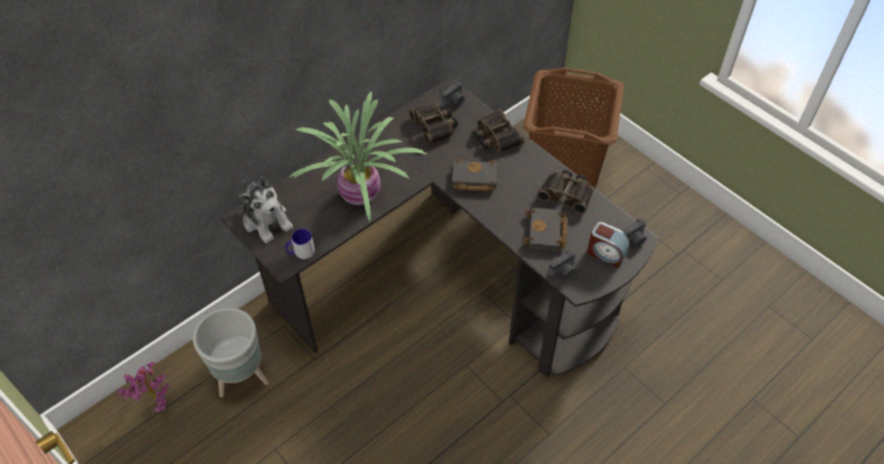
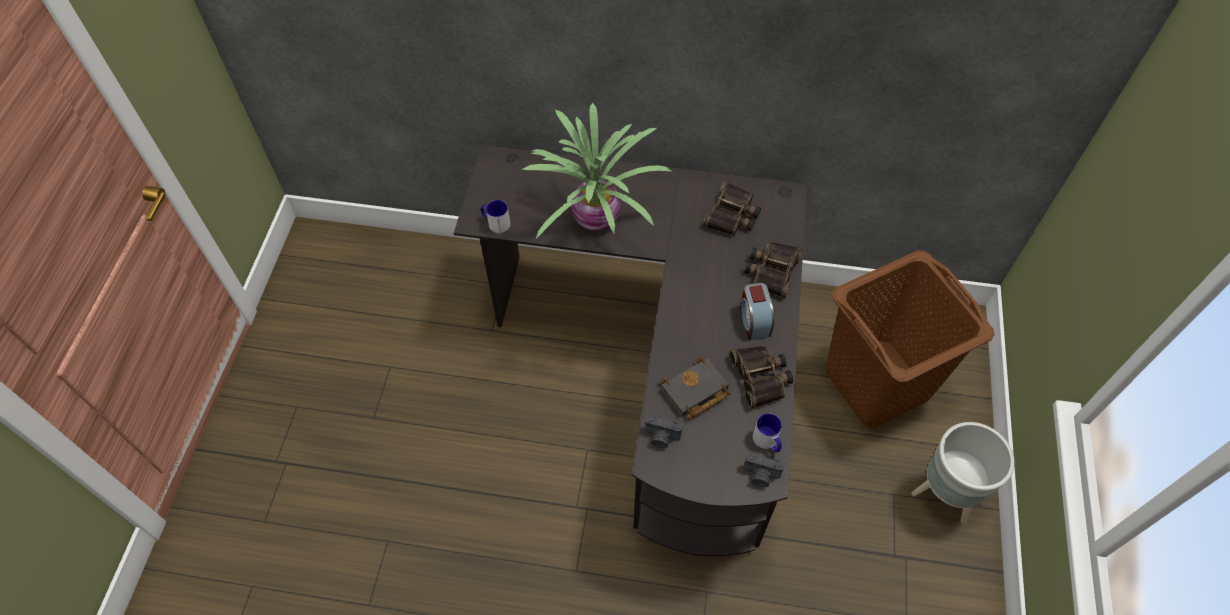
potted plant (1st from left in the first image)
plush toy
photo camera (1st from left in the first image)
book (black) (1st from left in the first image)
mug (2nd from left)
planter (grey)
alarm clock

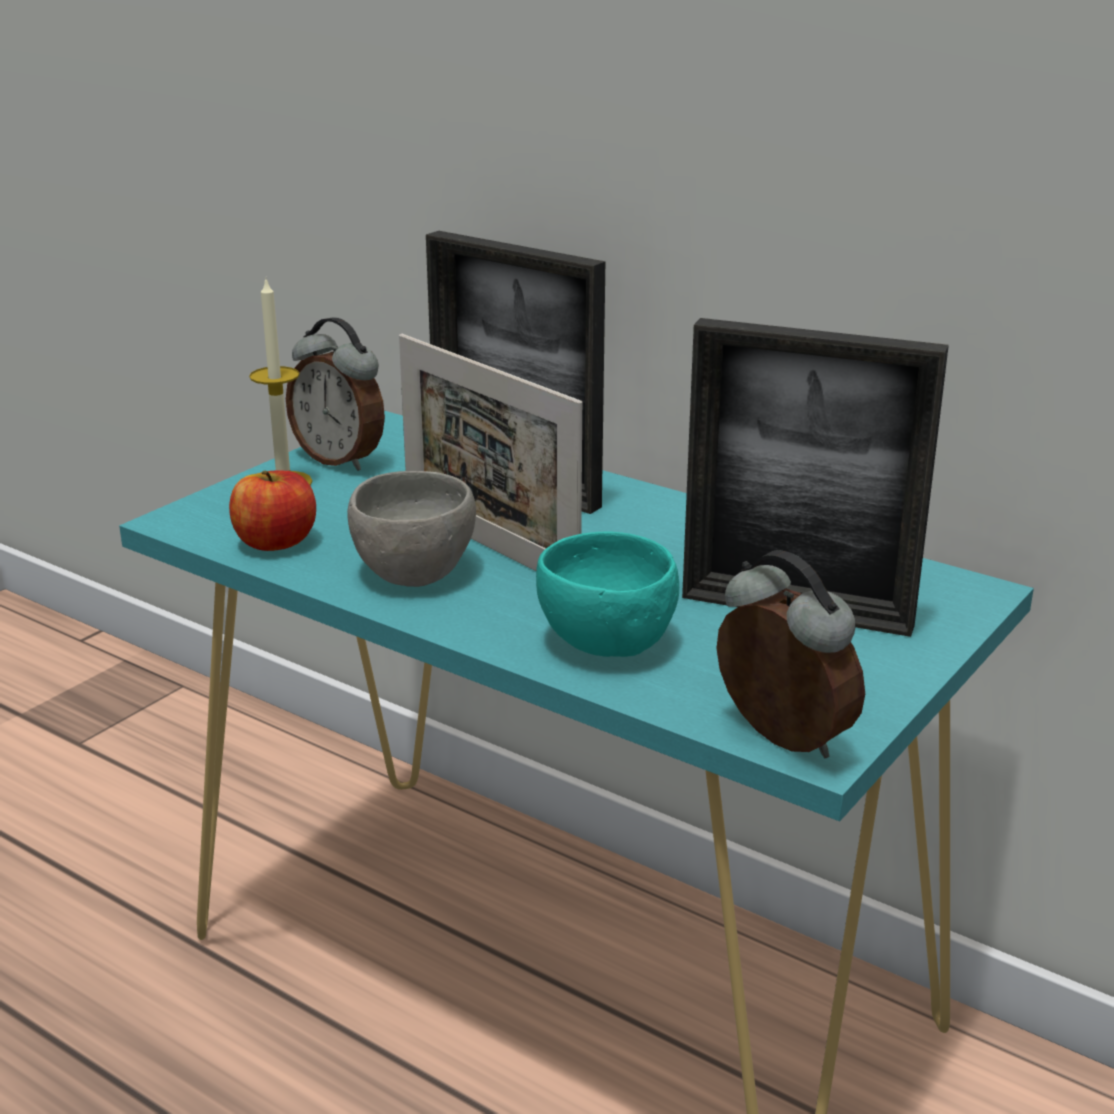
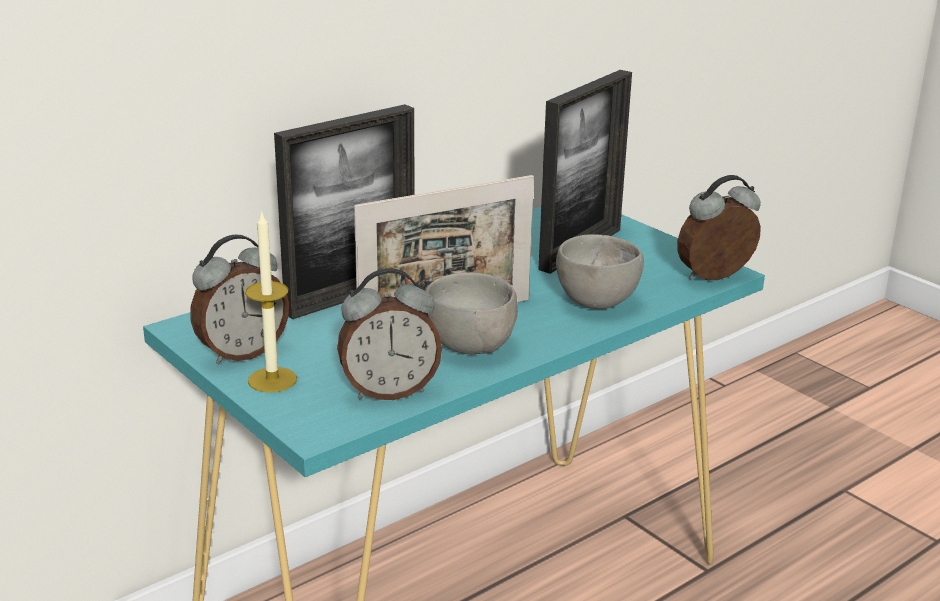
alarm clock (2nd from left)
bowl (grey) (2nd from left)

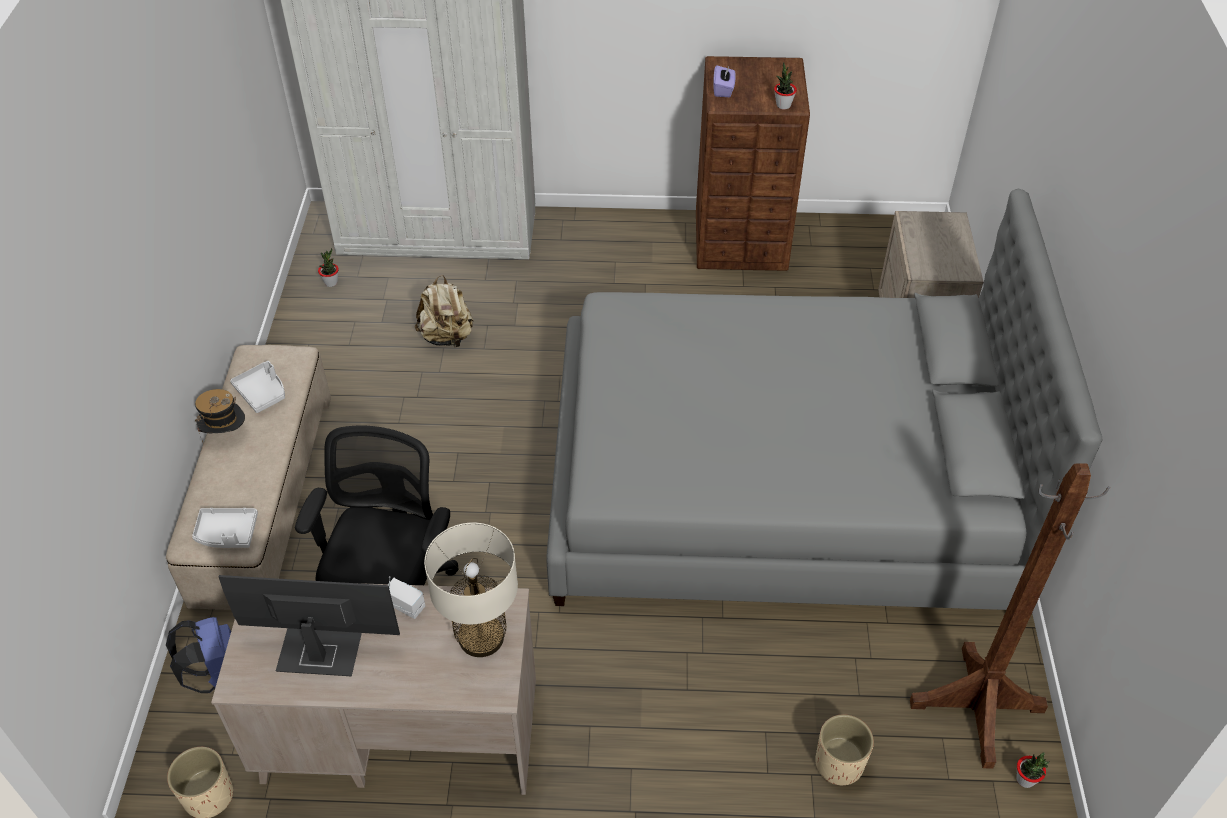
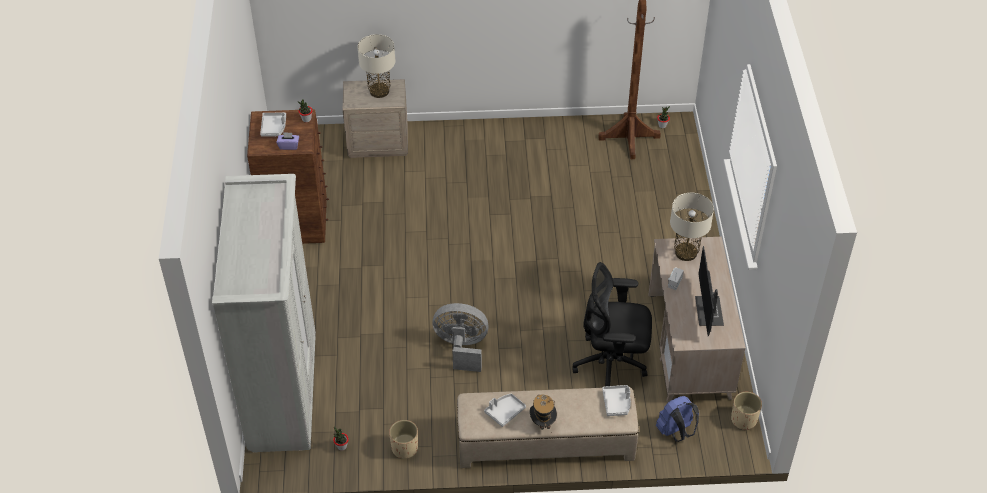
backpack (beige)
bed (grey)
tray (grey) (1st from left)
table lamp (1st from left)
fan (grey)
planter (beige) (1st from left)

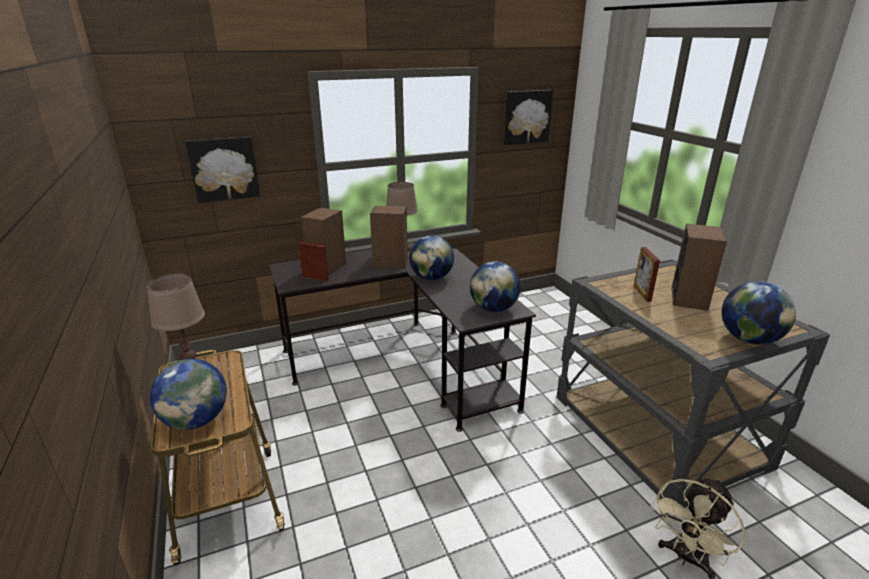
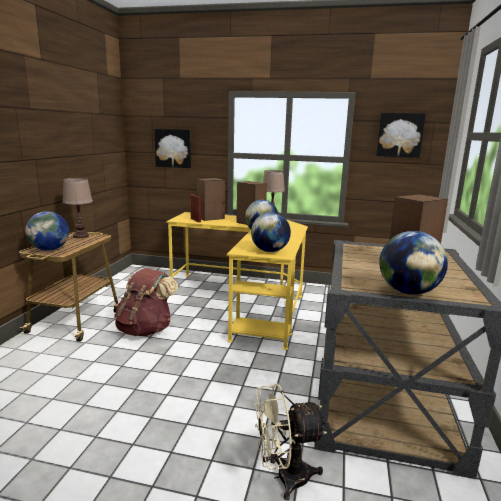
picture frame (2nd from left in the first image)
backpack (brown)
desk (yellow)

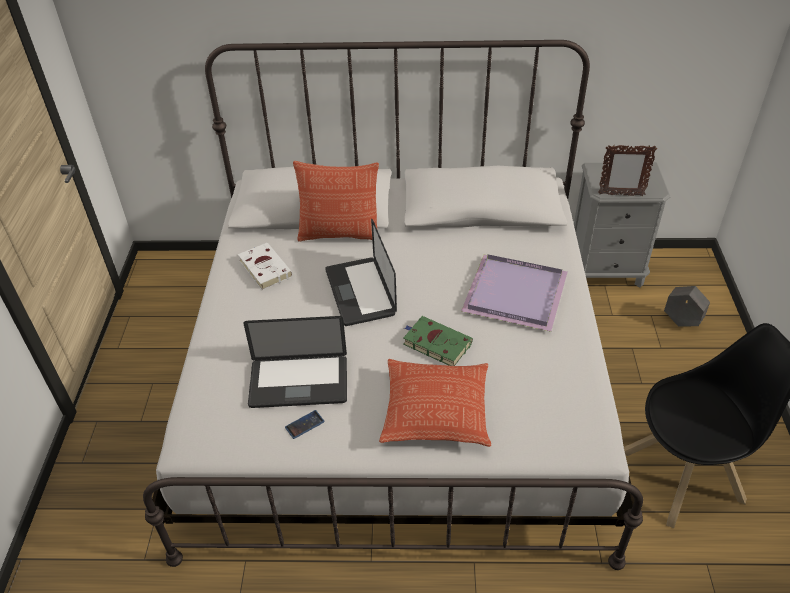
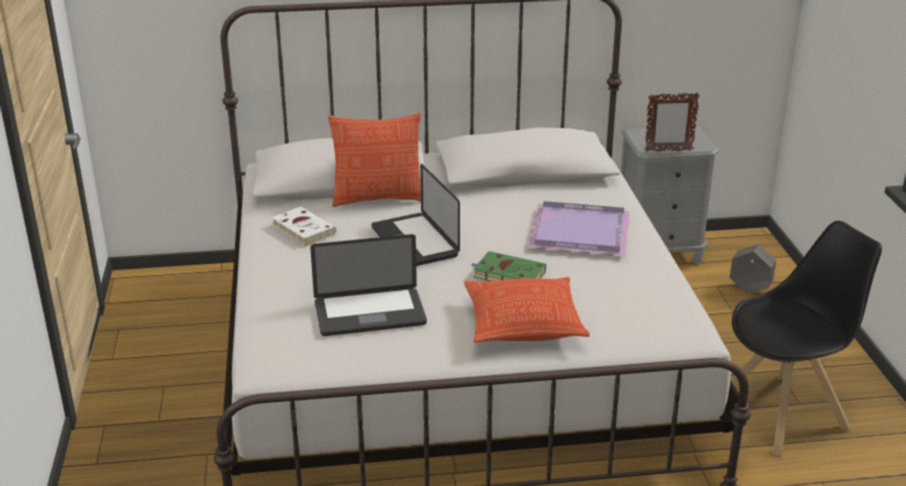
phone

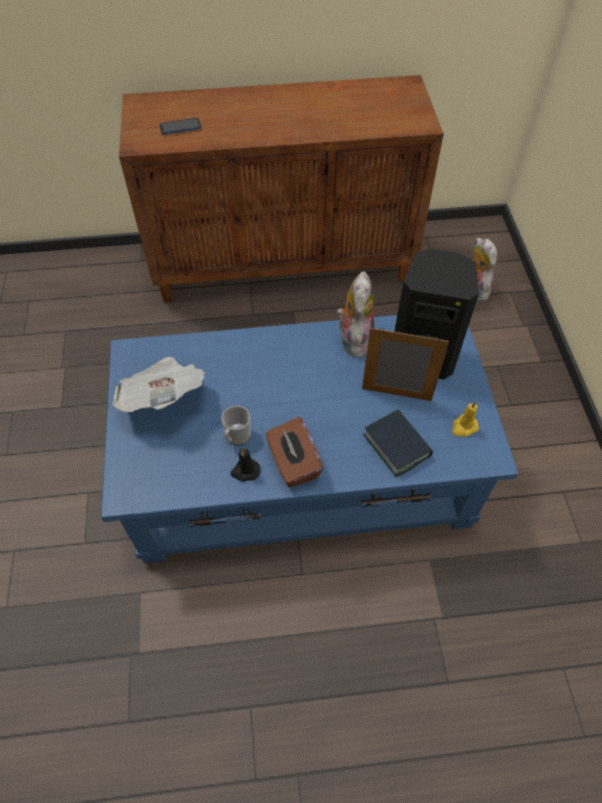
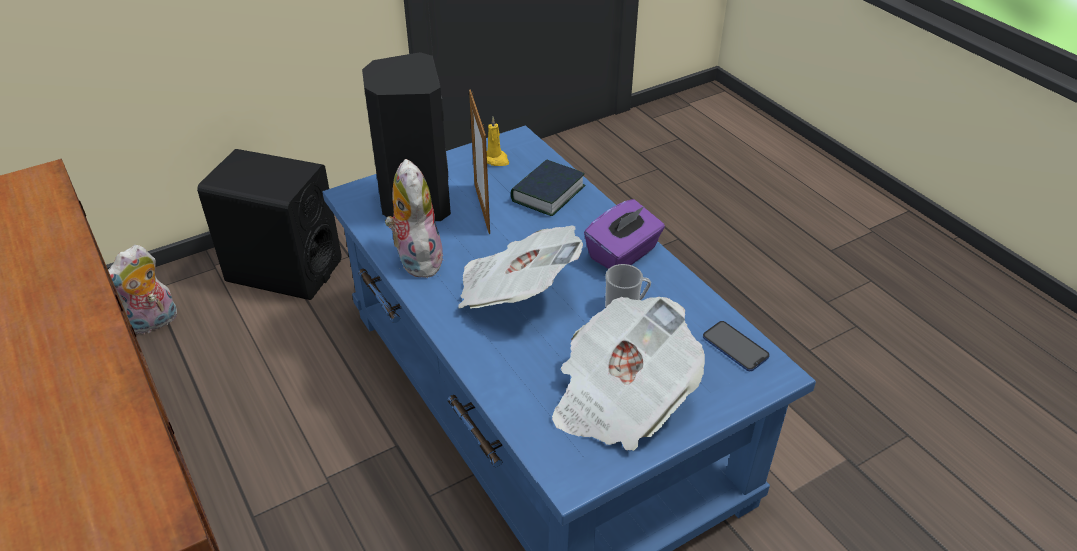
candle (black)
speaker (black) (1st from left)
newspaper (1st from left)
phone
tissue box (purple)
plush toy (2nd from left)

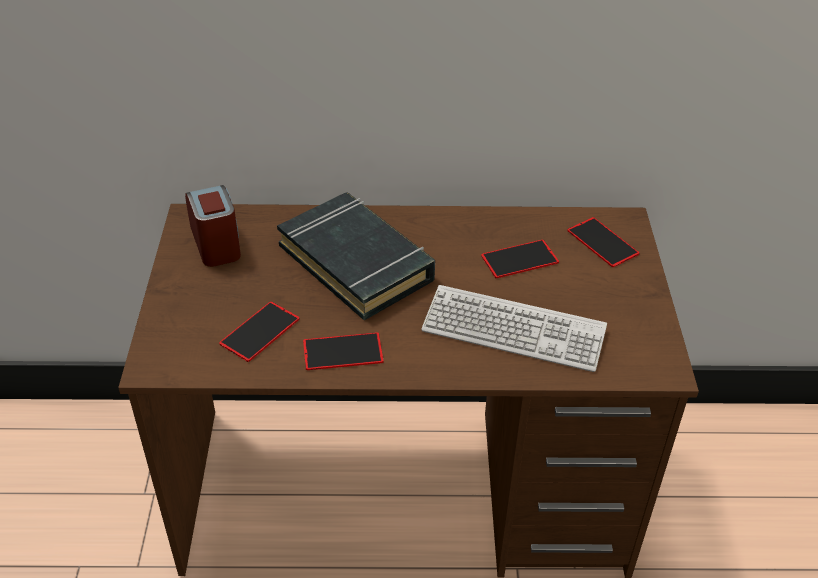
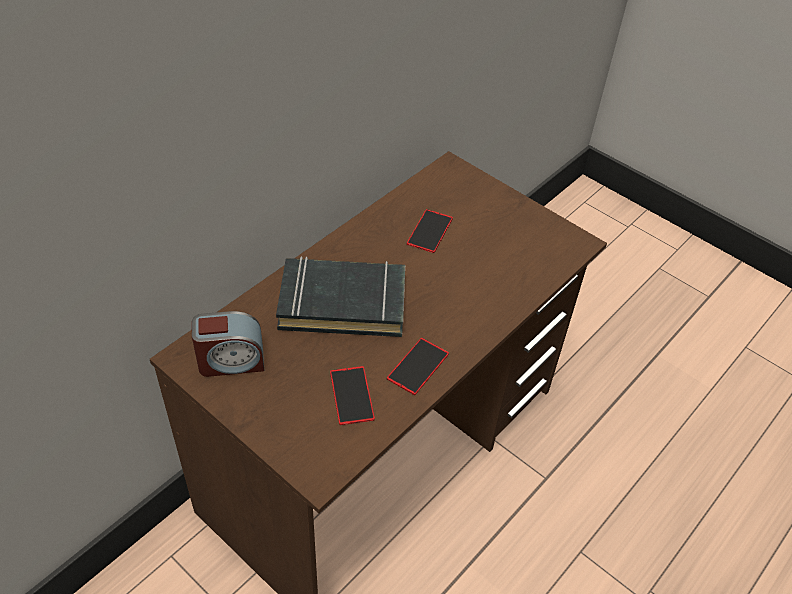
keyboard
phone (4th from left in the first image)
alarm clock

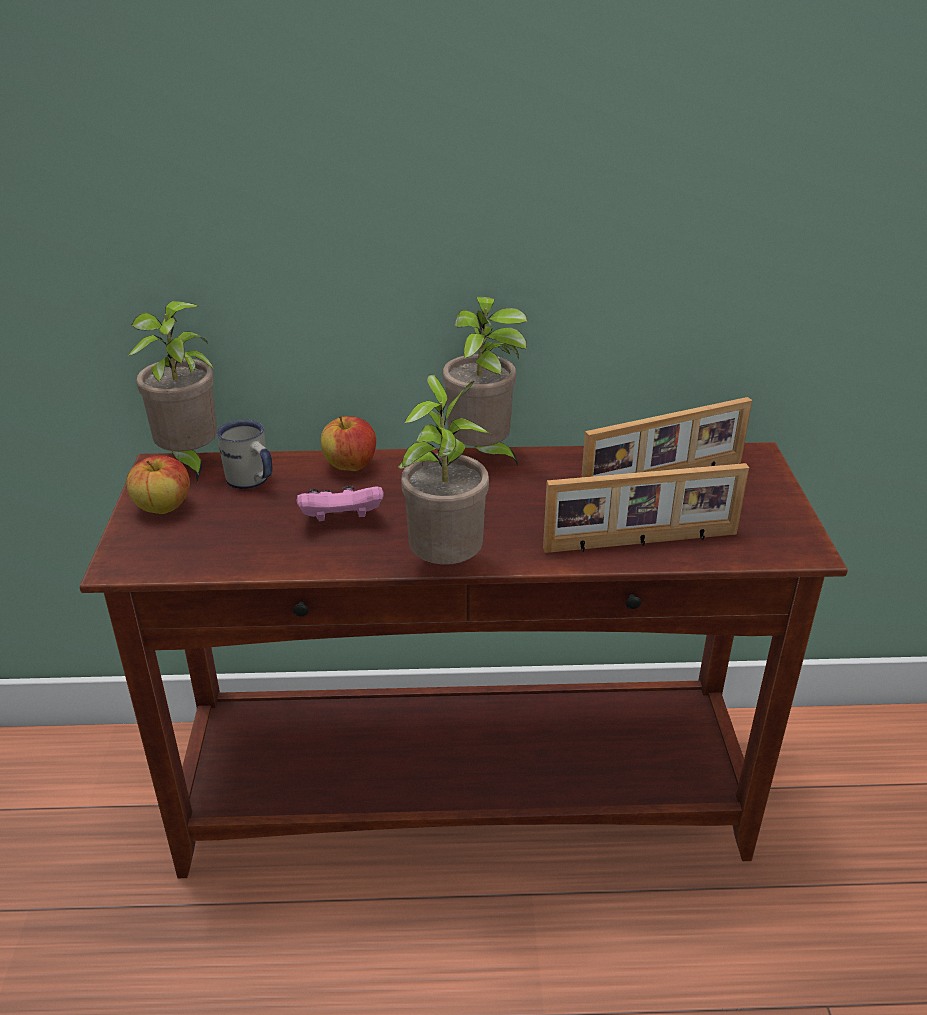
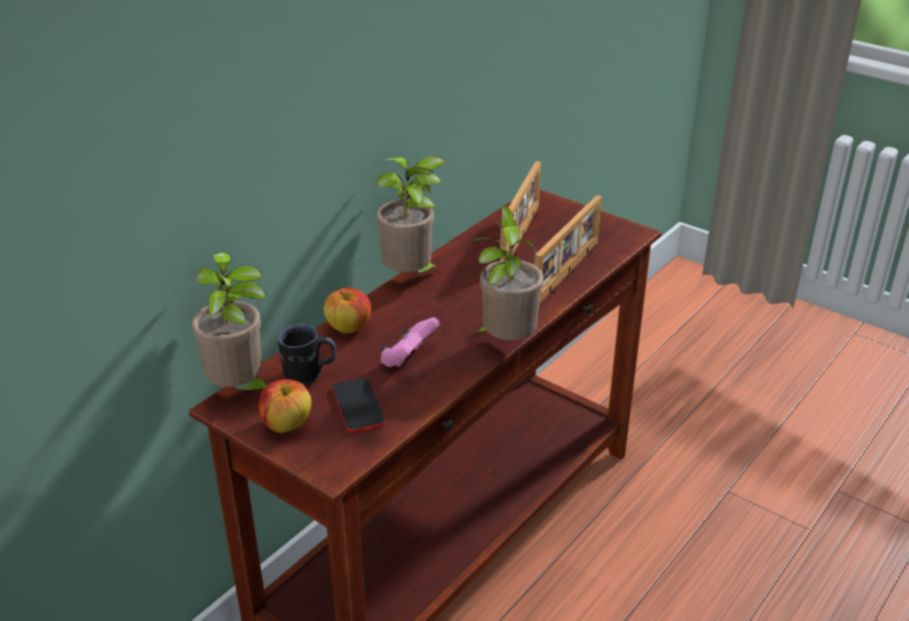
phone
mug (black)

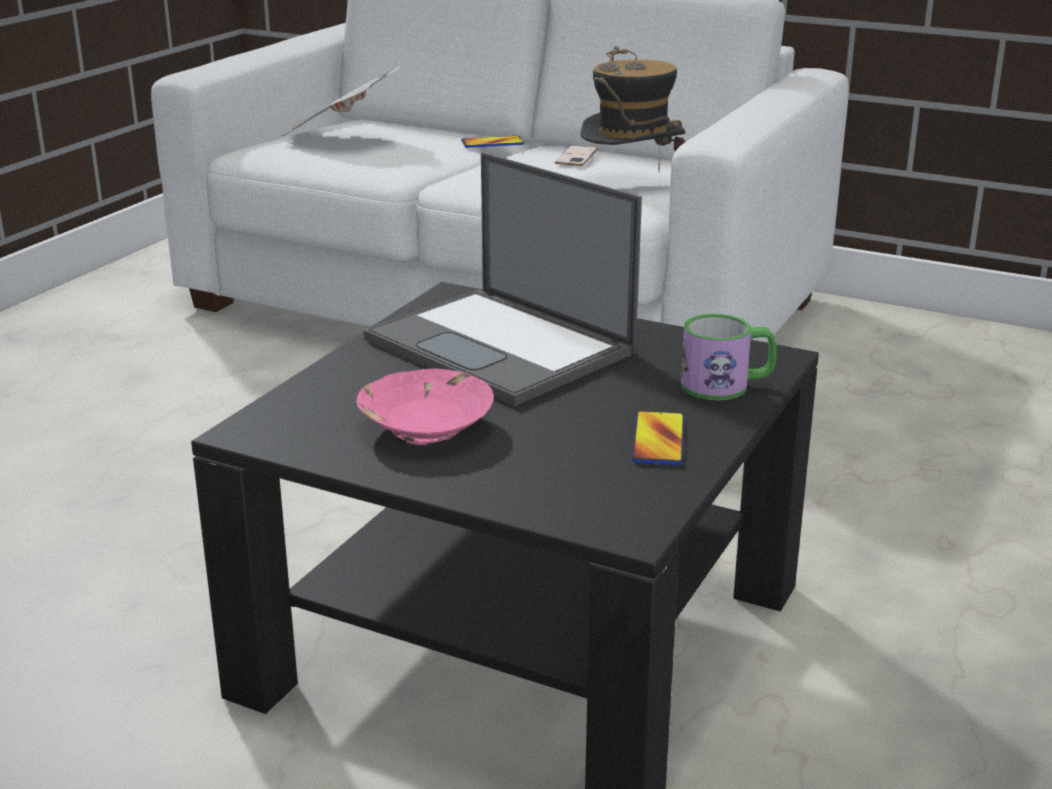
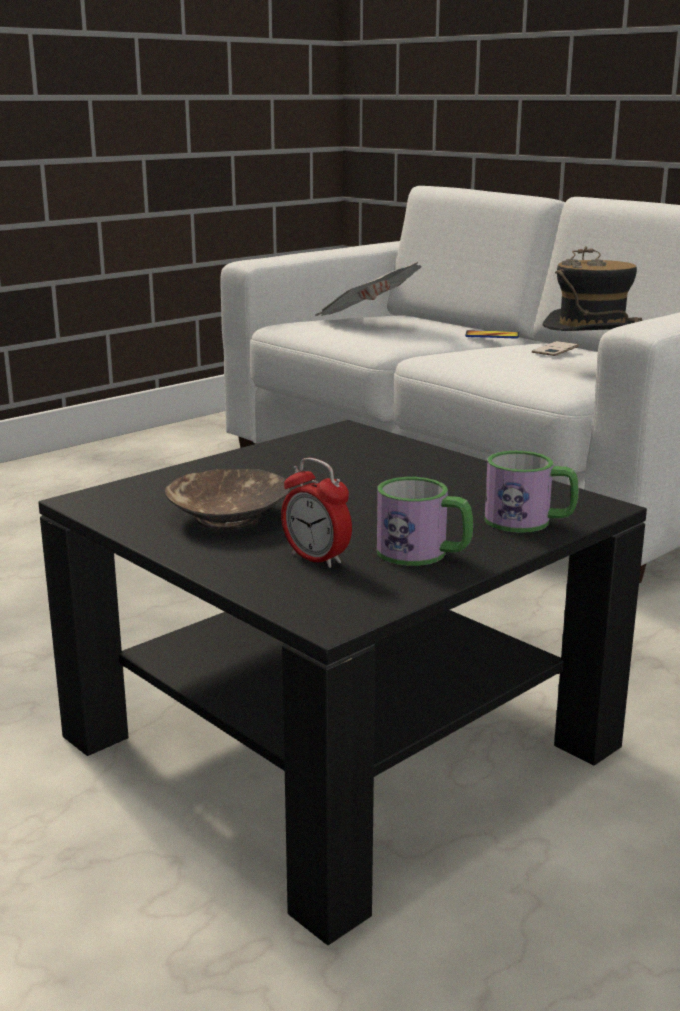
laptop
alarm clock
mug (1st from left)
bowl (brown)

